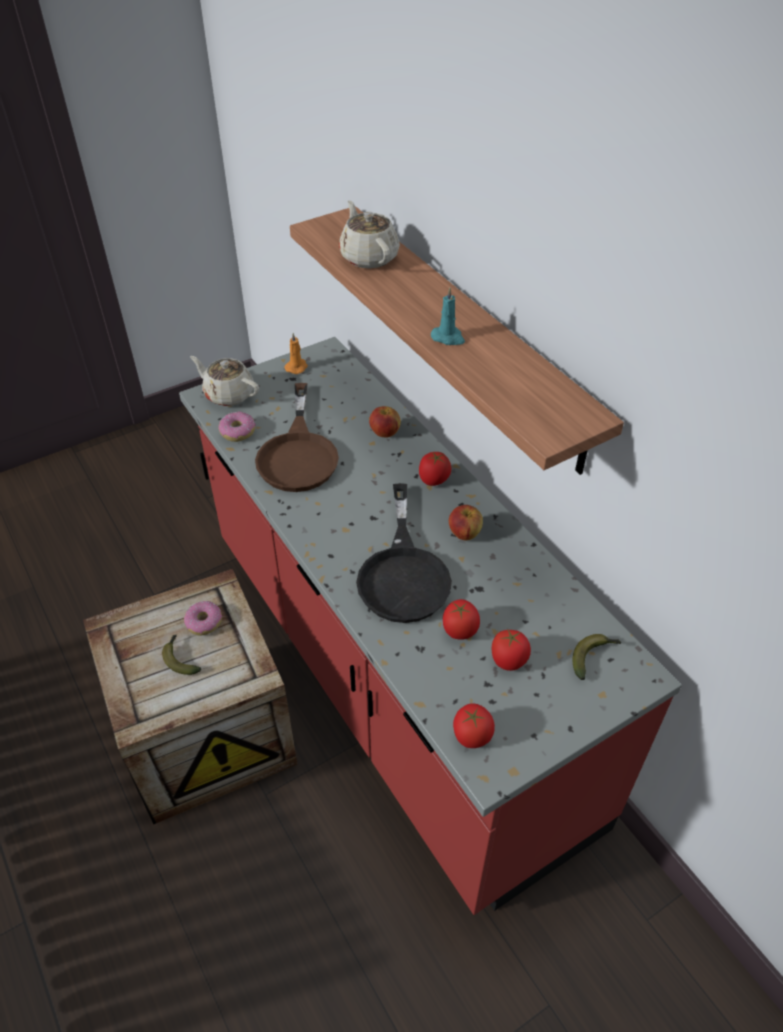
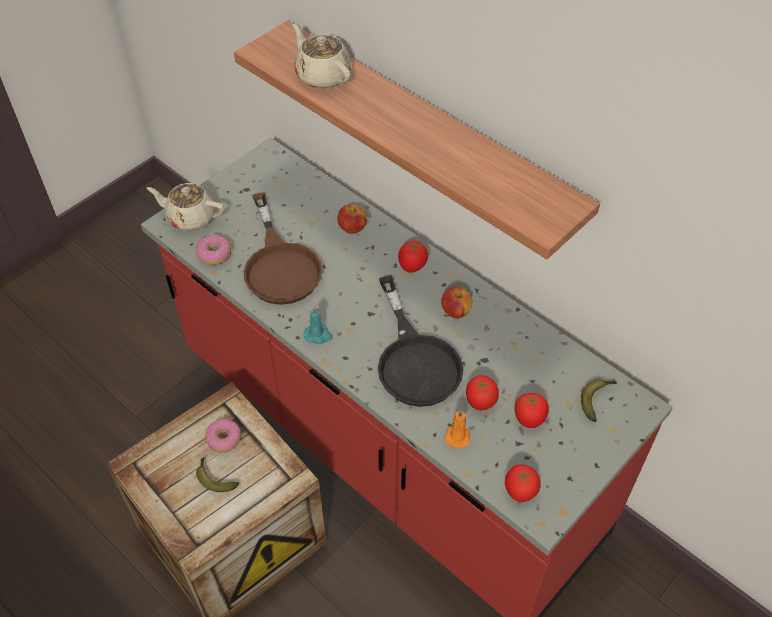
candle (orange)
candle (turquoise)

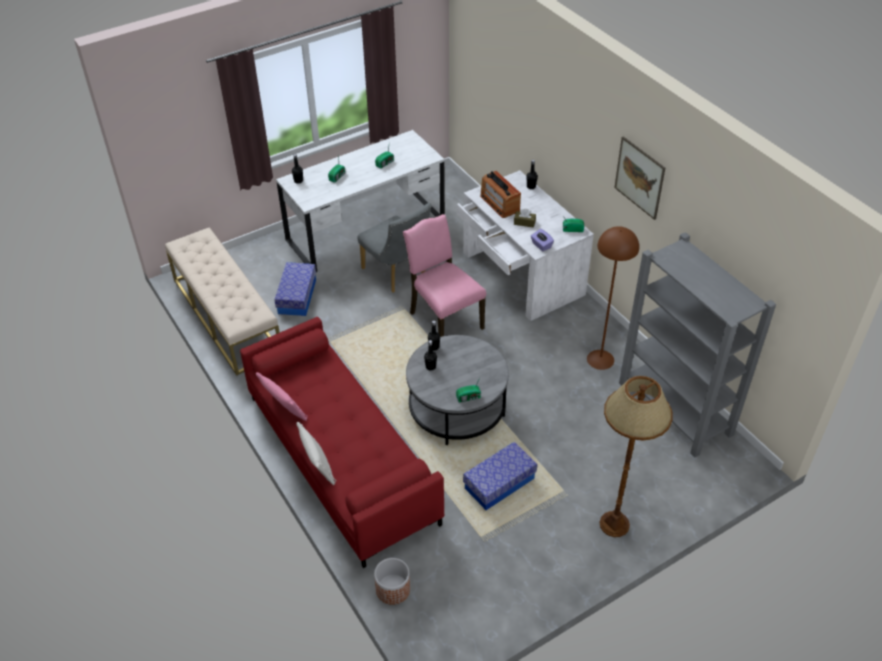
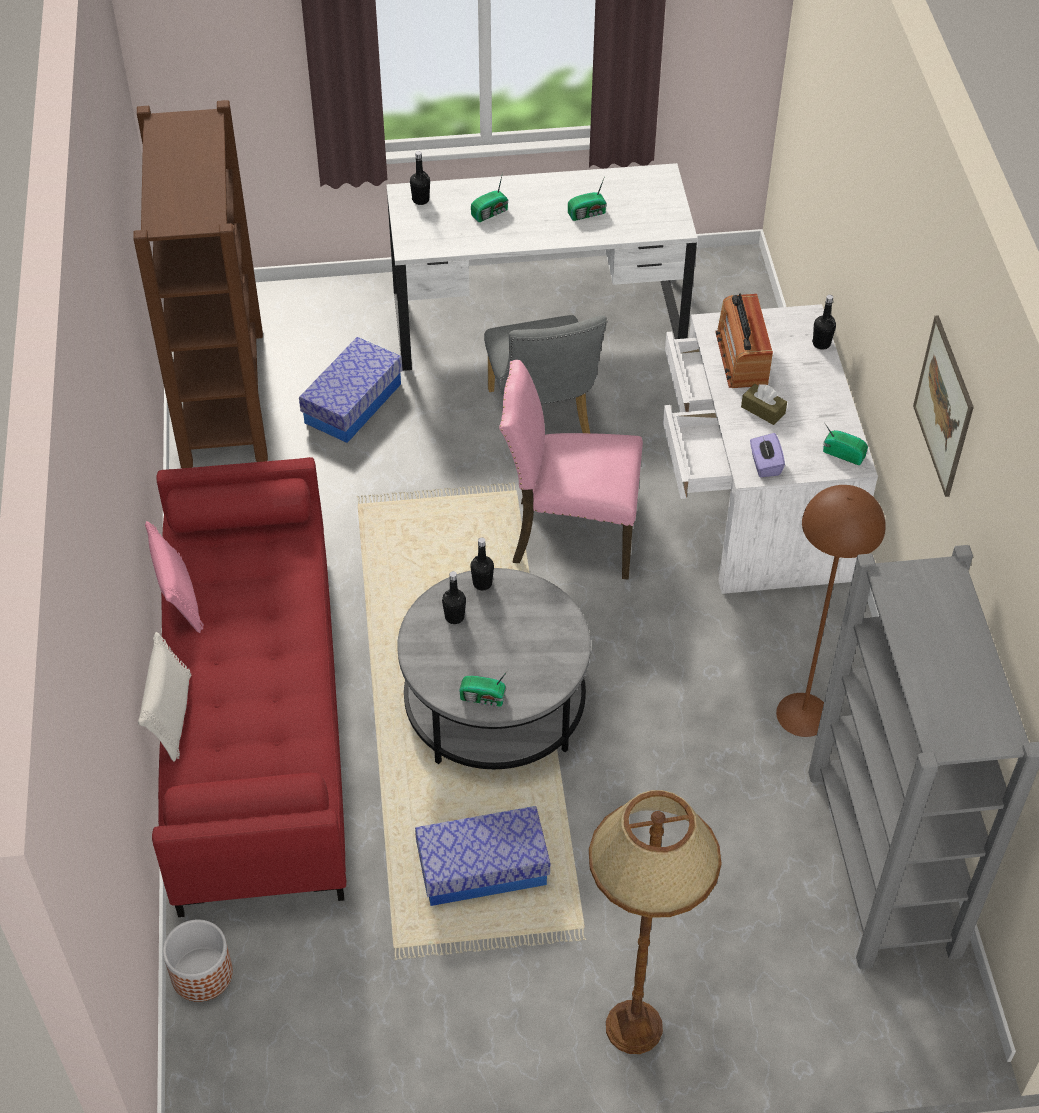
bookcase (brown)
chair (pink)

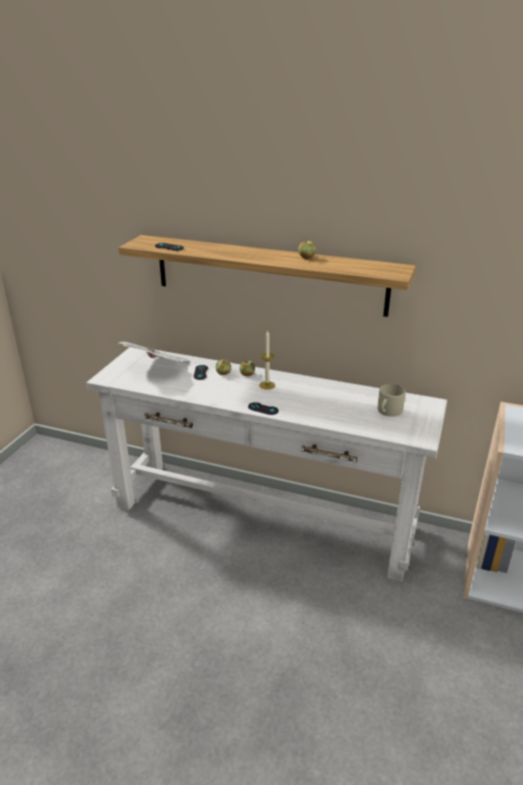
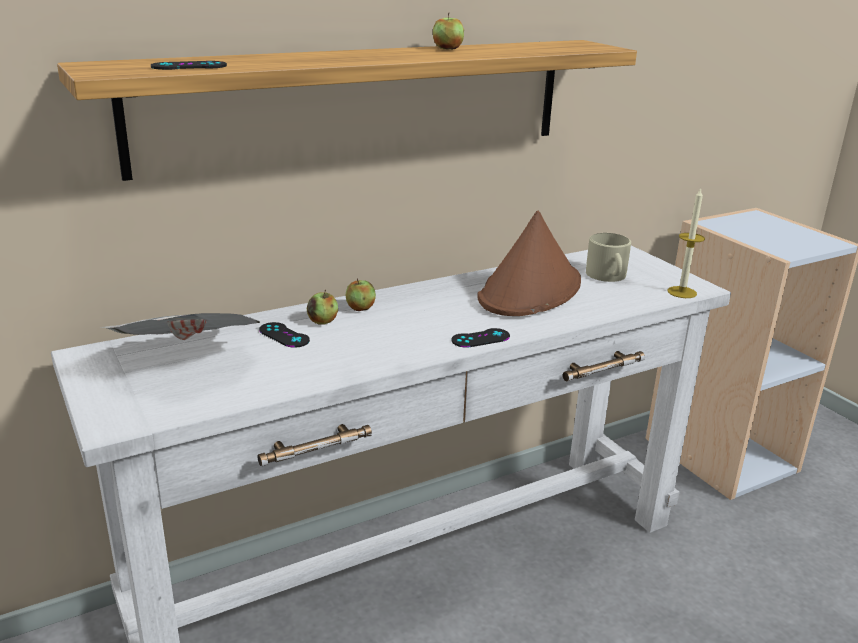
hat (brown)
candle

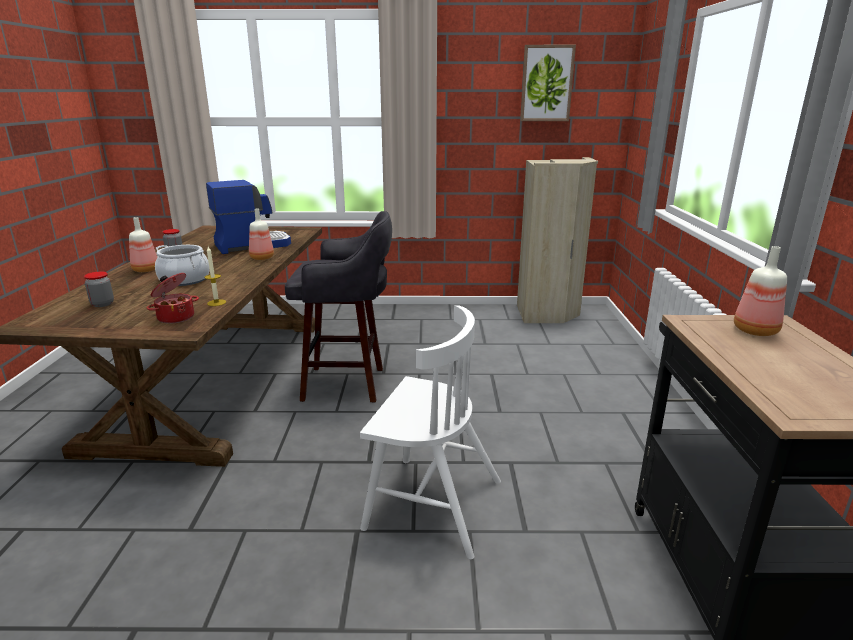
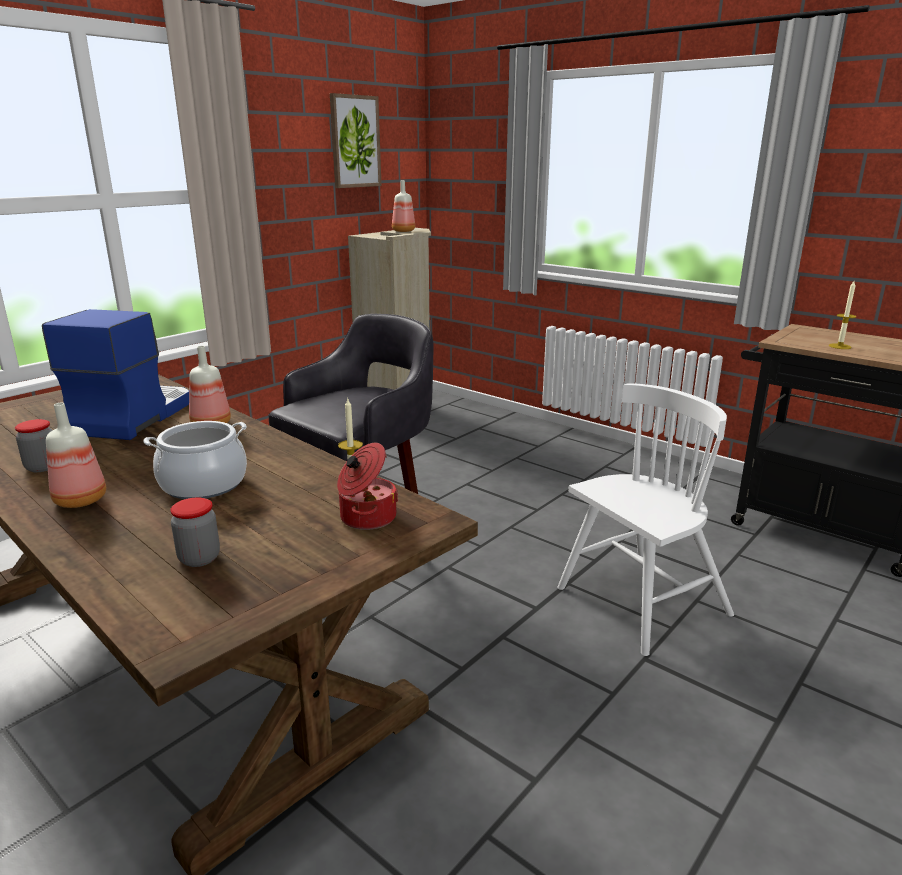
candle (2nd from left)
bottle (3rd from left)

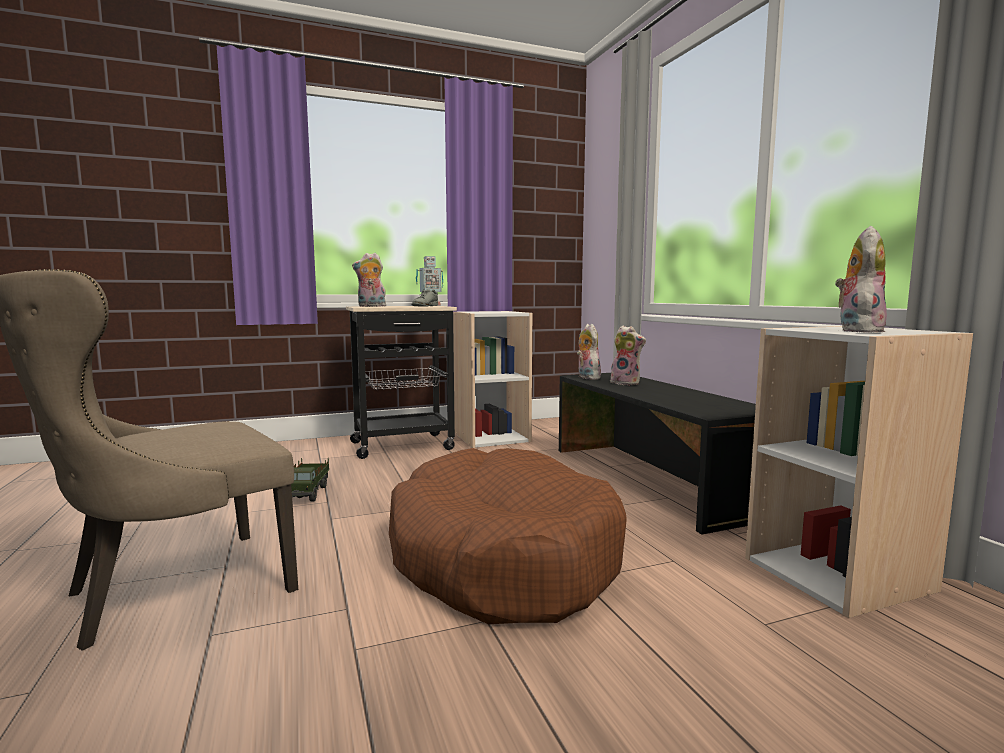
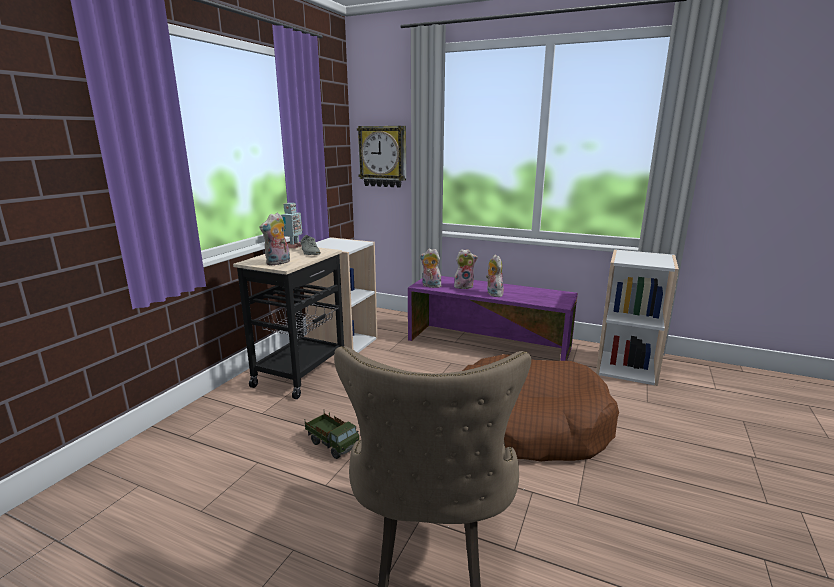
wall clock
plush toy (4th from left)
bench (purple)

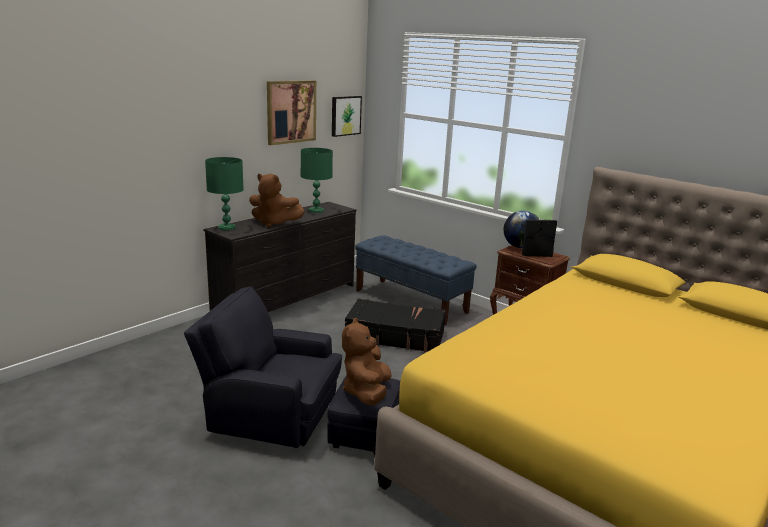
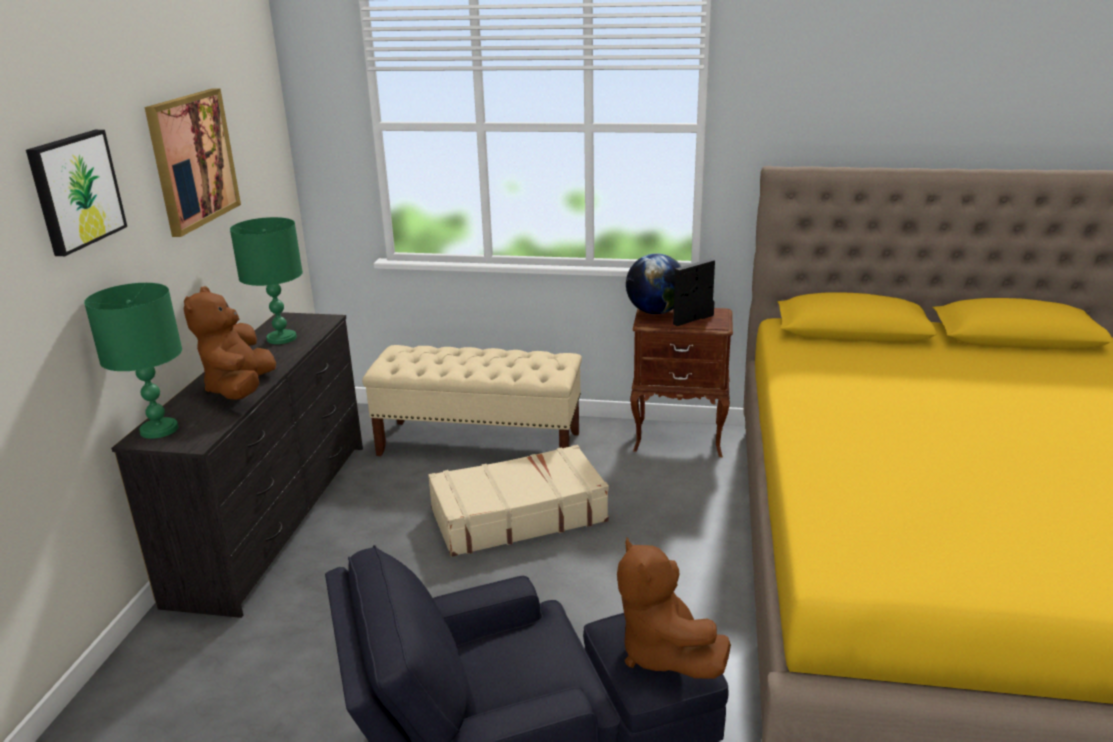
picture (1st from left)
suitcase (beige)
bench (beige)
plush toy (brown) (1st from left)

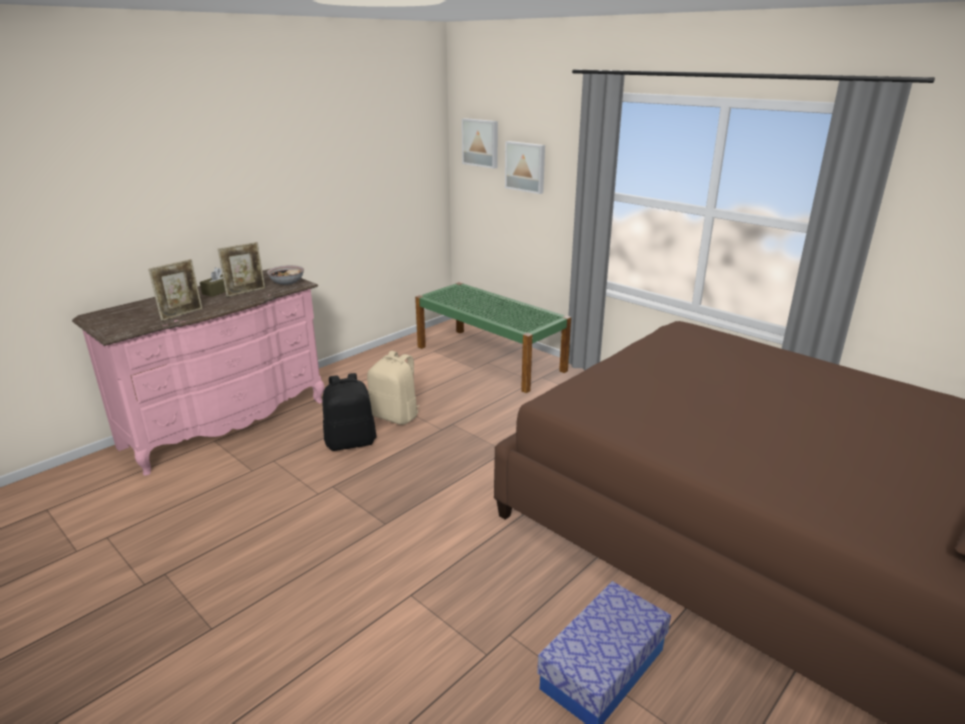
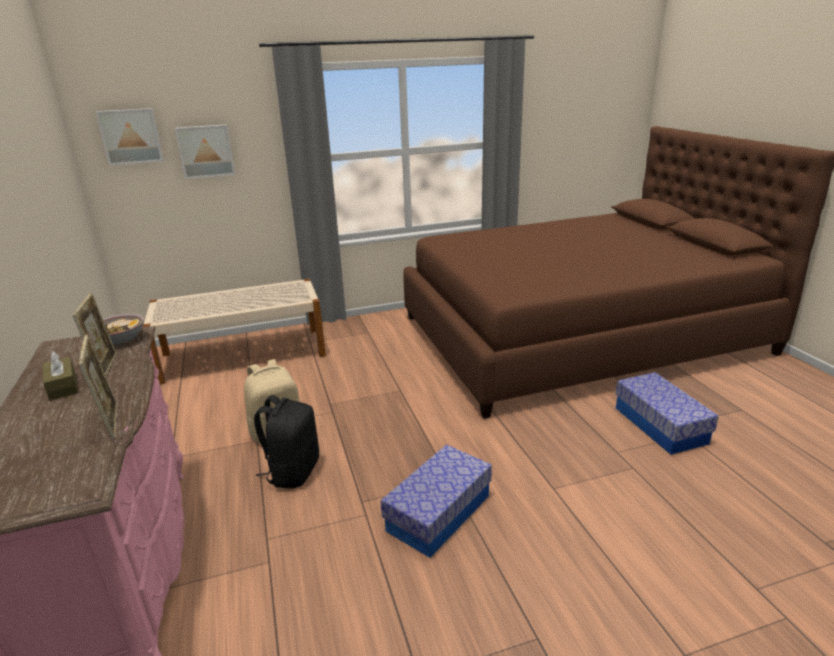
storage box (1st from left)
bench (beige)

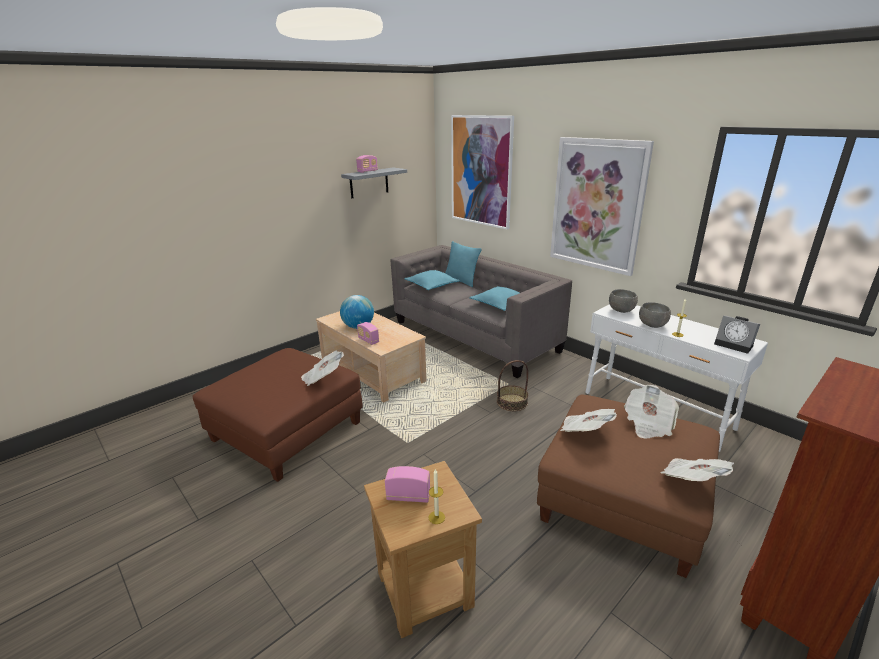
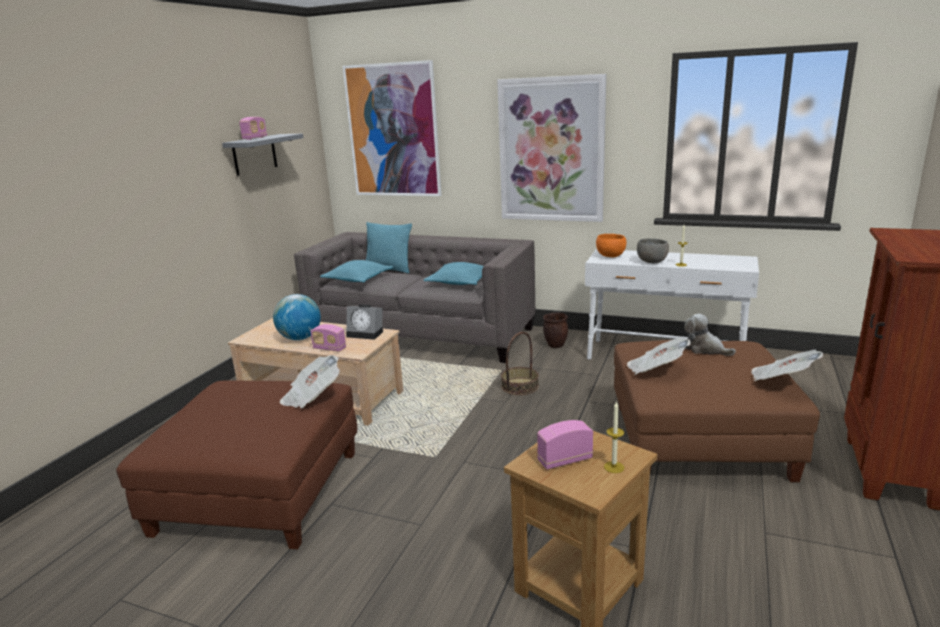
planter (brown)
alarm clock
plush toy
bowl (orange)

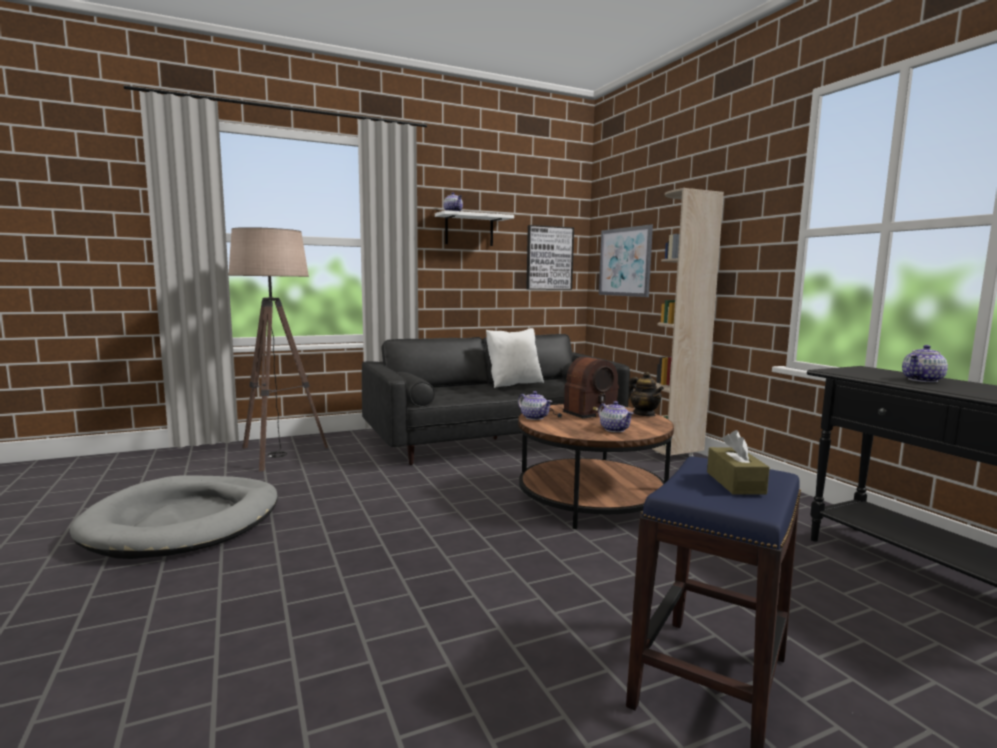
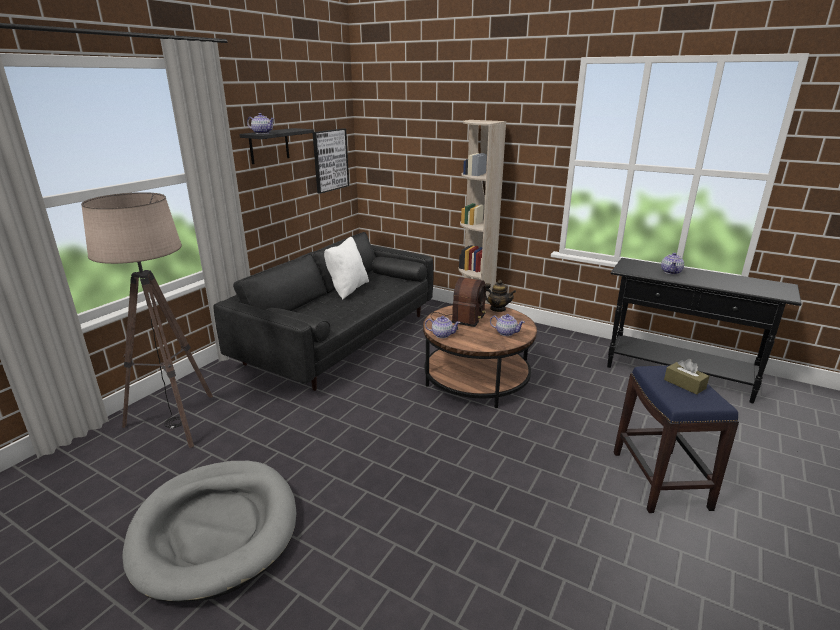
picture (2nd from left in the first image)
shelf (black)

